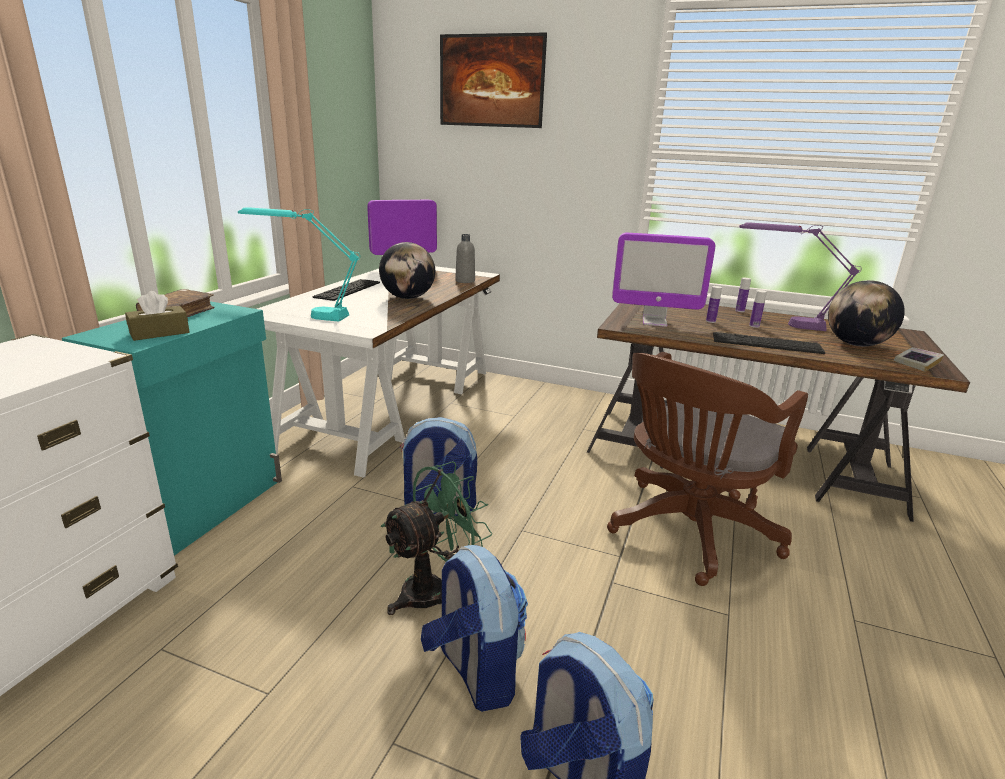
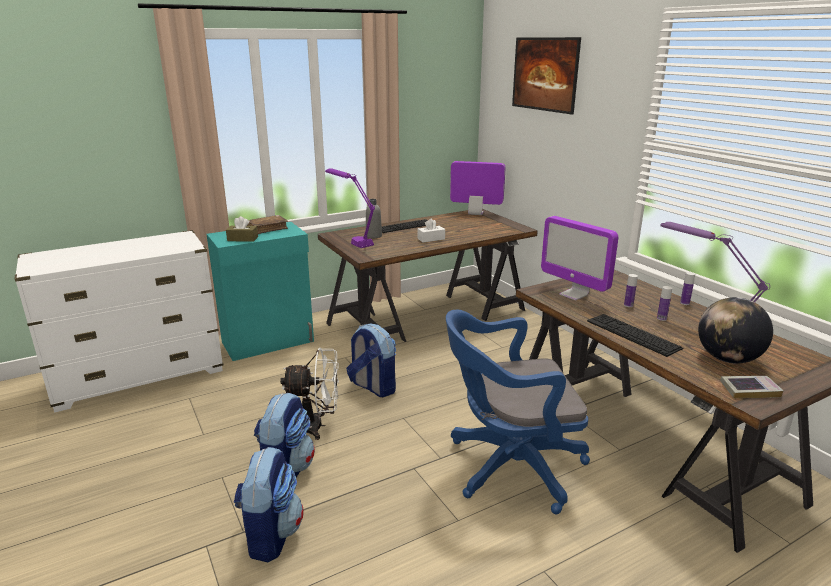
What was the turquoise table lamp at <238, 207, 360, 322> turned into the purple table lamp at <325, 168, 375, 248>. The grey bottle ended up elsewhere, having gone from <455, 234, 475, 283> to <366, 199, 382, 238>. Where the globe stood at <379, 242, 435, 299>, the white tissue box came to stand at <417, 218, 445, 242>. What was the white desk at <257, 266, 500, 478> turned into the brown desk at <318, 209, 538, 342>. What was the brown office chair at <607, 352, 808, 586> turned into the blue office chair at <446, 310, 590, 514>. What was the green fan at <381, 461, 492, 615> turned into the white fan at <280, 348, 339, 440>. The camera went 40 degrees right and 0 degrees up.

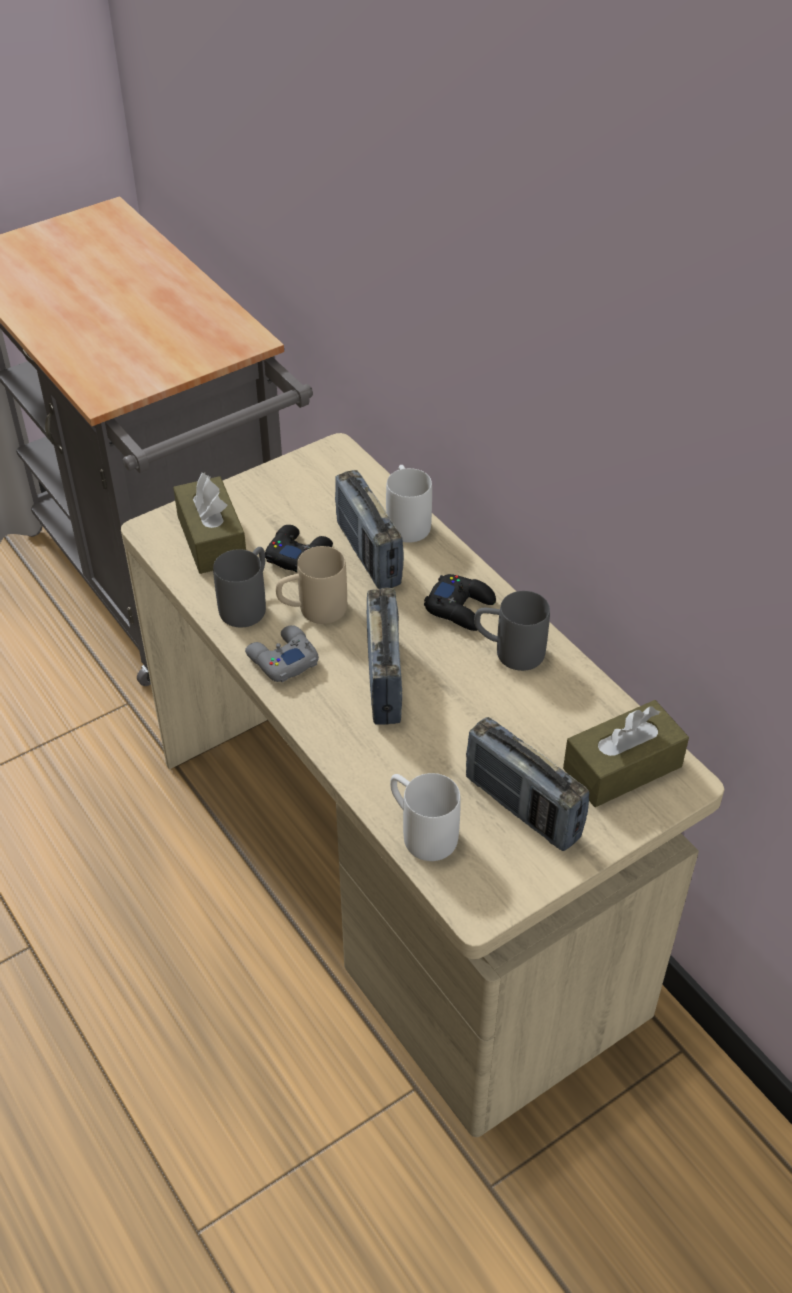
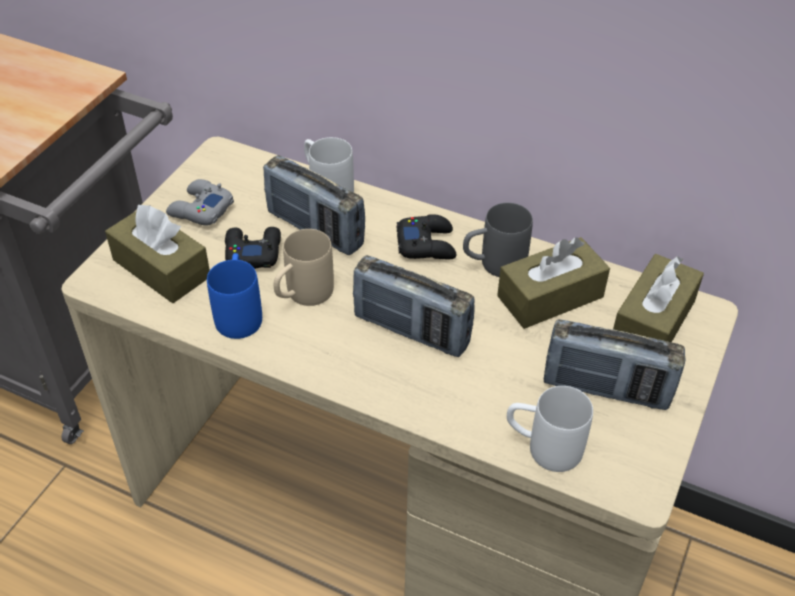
What was the grey mug at <213, 547, 266, 627> turned into the blue mug at <207, 253, 262, 339>. The radio at <367, 588, 402, 725> ended up facing another way, 150 degrees clockwise from before. The grey game controller ended up elsewhere, having gone from <245, 625, 319, 682> to <166, 179, 234, 226>. The second view gained the brown tissue box at <497, 237, 610, 329>. The camera went 30 degrees left and 0 degrees up.

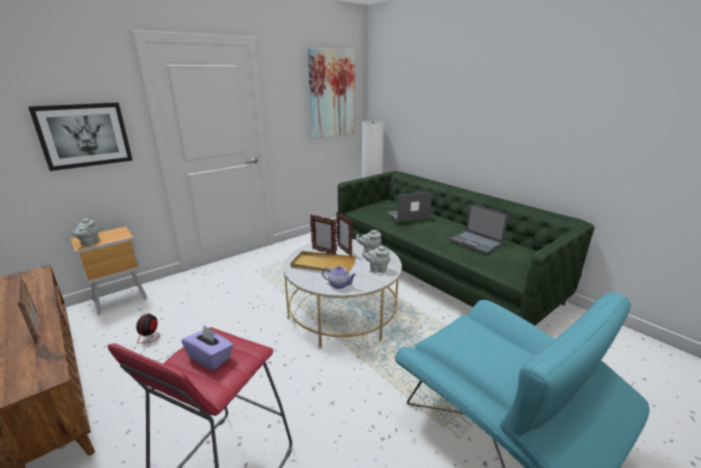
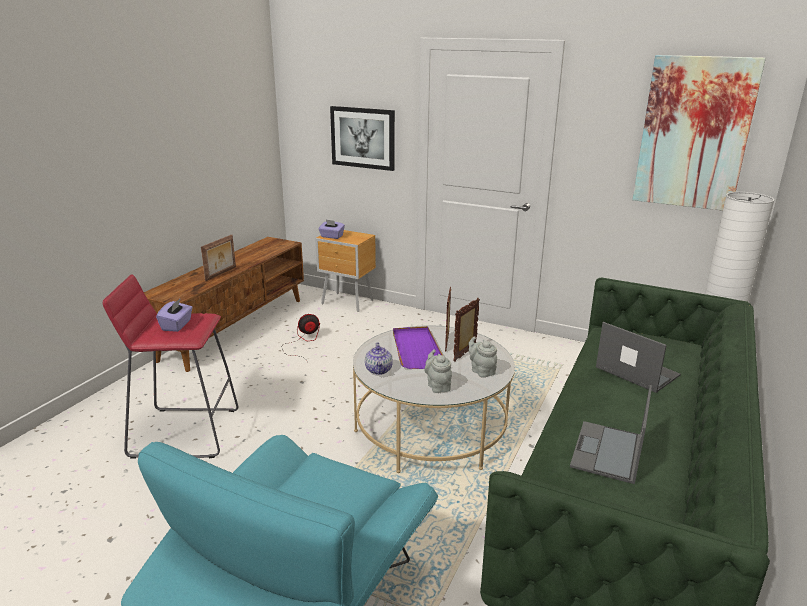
Where the grey teapot stood at <71, 217, 100, 246>, the purple tissue box came to stand at <318, 220, 345, 239>. What was the beige tray at <290, 251, 356, 272> turned into the purple tray at <393, 326, 443, 369>. The camera went 65 degrees right and 0 degrees up.

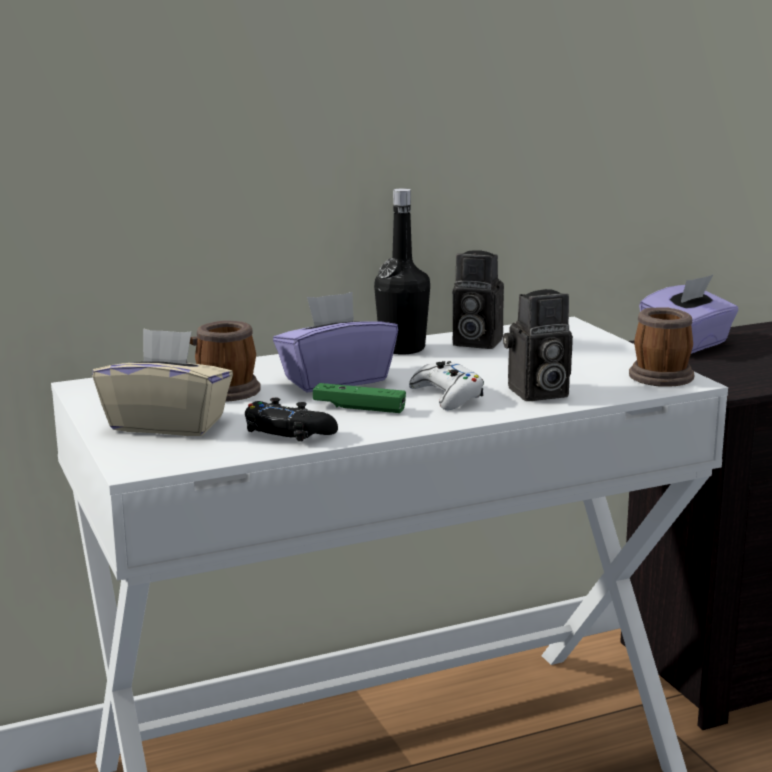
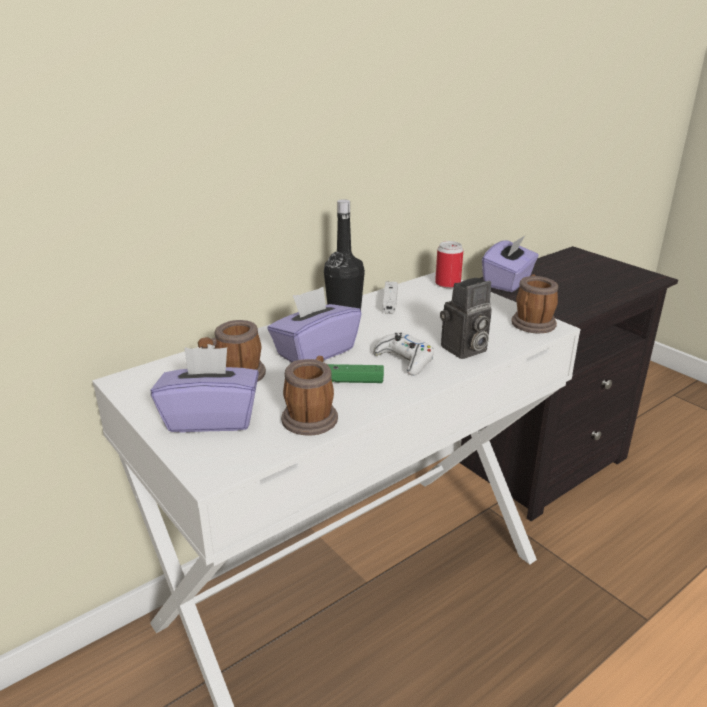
Where the photo camera stood at <453, 251, 504, 349>, the white game controller came to stand at <382, 282, 398, 314>. What was the beige tissue box at <92, 328, 233, 436> turned into the purple tissue box at <151, 347, 259, 433>. Where the black game controller stood at <245, 397, 338, 442>, the mug came to stand at <281, 356, 338, 436>. The second view gained the can at <435, 241, 463, 288>. The camera went 15 degrees left and 10 degrees up.

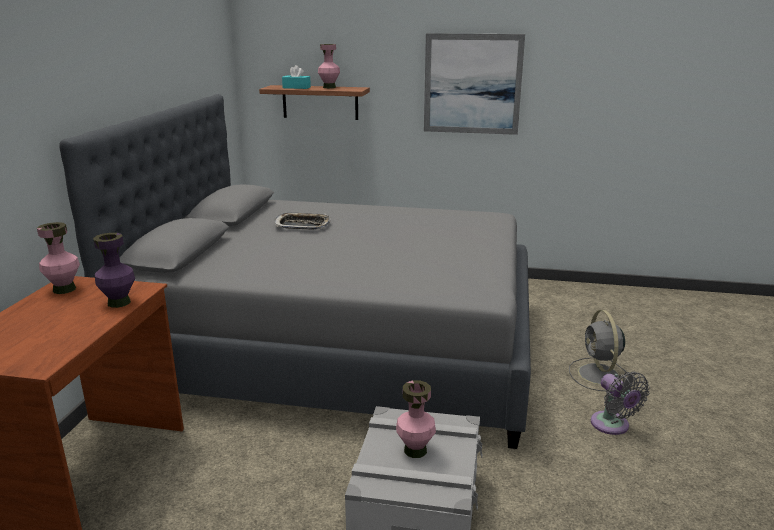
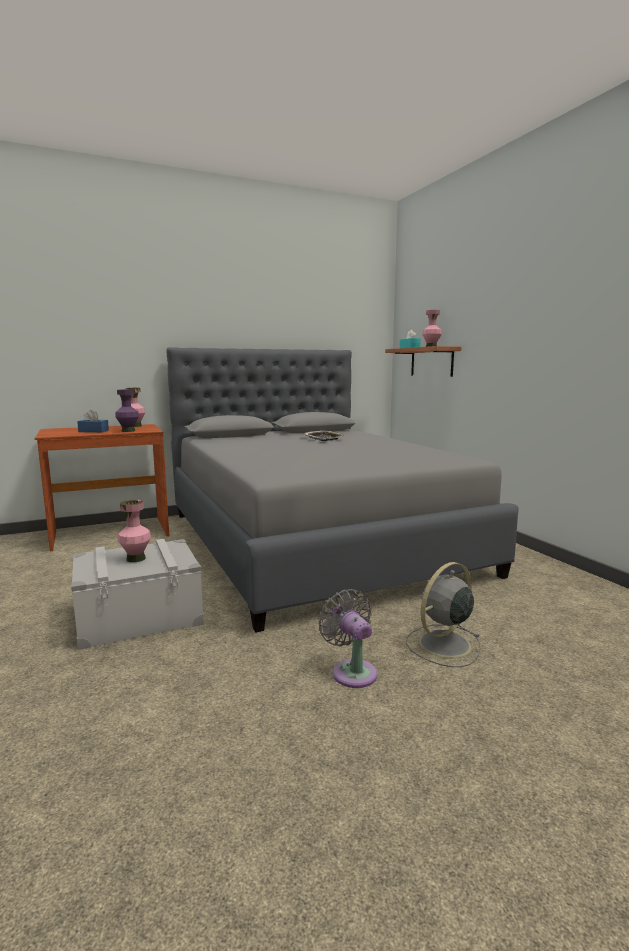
The second view lost the picture at <424, 33, 525, 135>. The grey fan at <591, 372, 650, 435> ended up facing another way, 120 degrees clockwise from before. The second view gained the blue tissue box at <77, 410, 109, 432>. The camera went 55 degrees right and 10 degrees down.

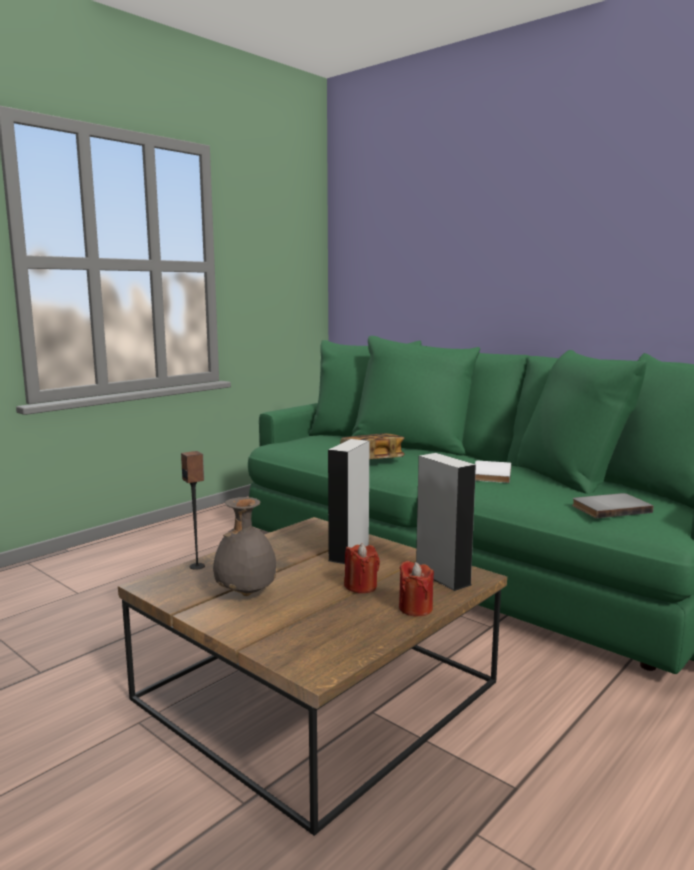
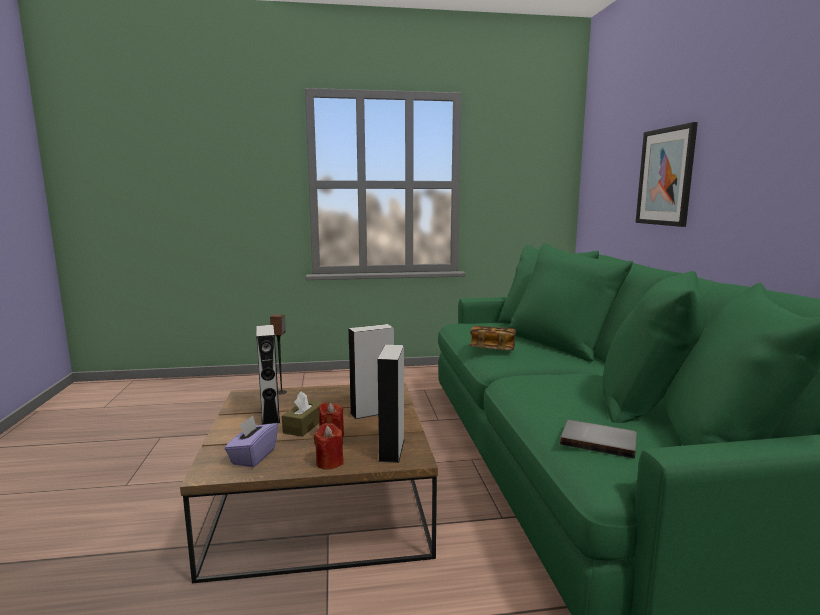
The second view lost the white book at <475, 461, 511, 483>. Where the grey vase stood at <213, 497, 277, 596>, the grey speaker came to stand at <256, 325, 280, 425>. The second view gained the picture at <636, 122, 698, 227>. The second view gained the brown tissue box at <282, 391, 323, 437>. The second view gained the purple tissue box at <225, 415, 278, 467>. The camera went 40 degrees right and 0 degrees up.

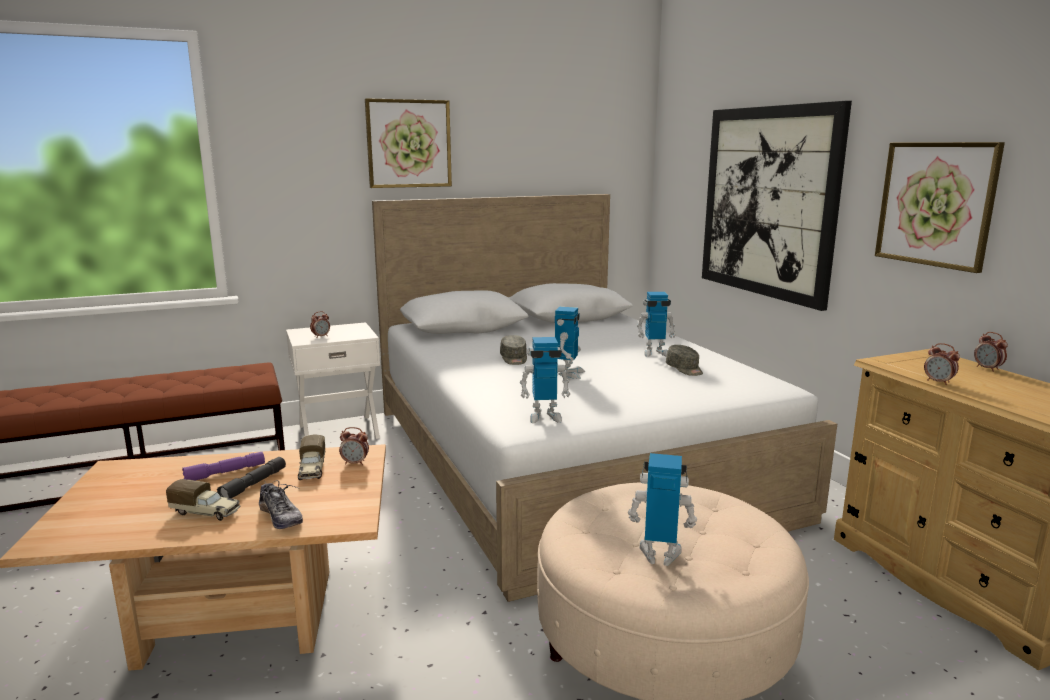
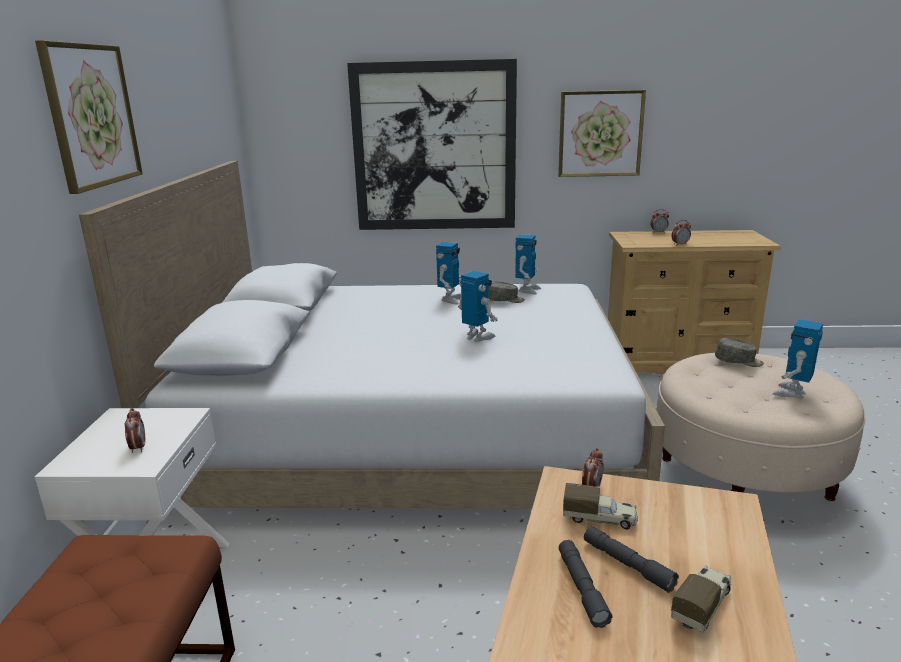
The grey cap ended up elsewhere, having gone from <500, 335, 527, 365> to <715, 338, 764, 367>. The toy robot ended up elsewhere, having gone from <520, 337, 570, 424> to <515, 234, 541, 295>. What was the purple flashlight at <182, 452, 265, 481> turned into the grey flashlight at <559, 540, 613, 628>. The second view lost the shoe at <259, 480, 303, 529>. The camera went 65 degrees left and 5 degrees up.

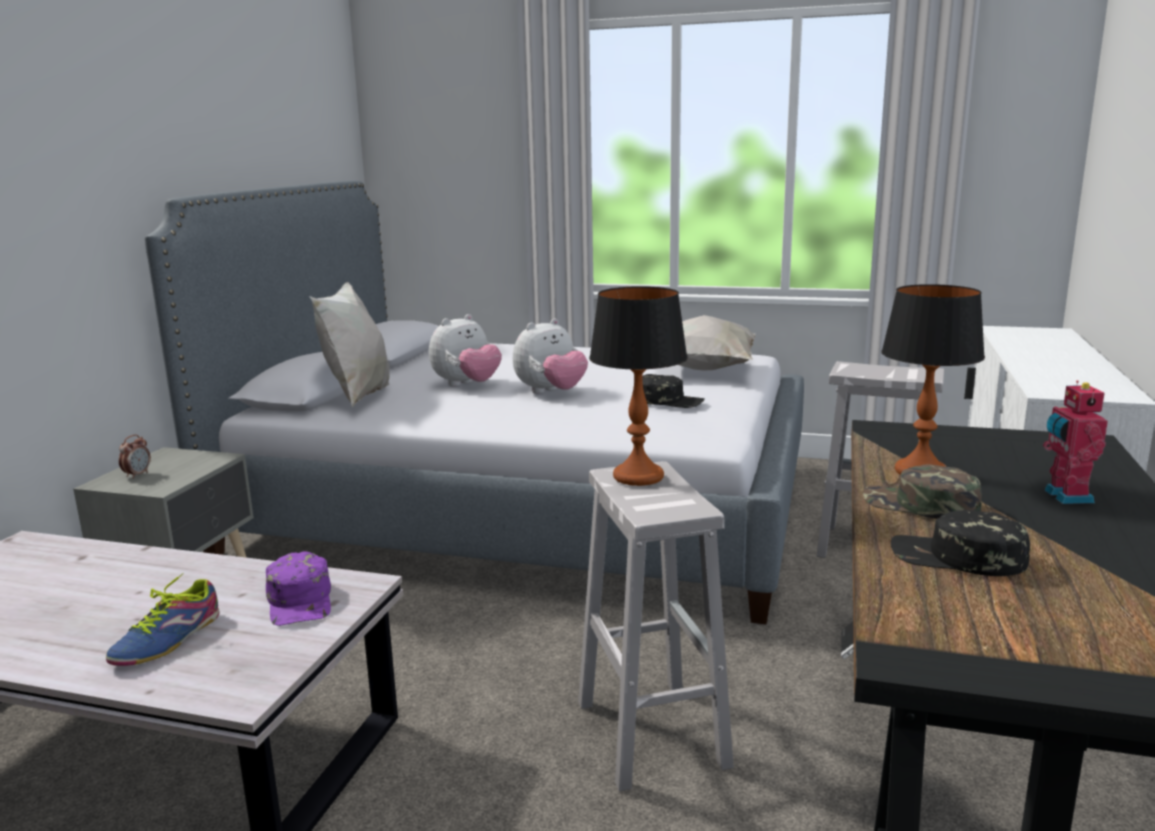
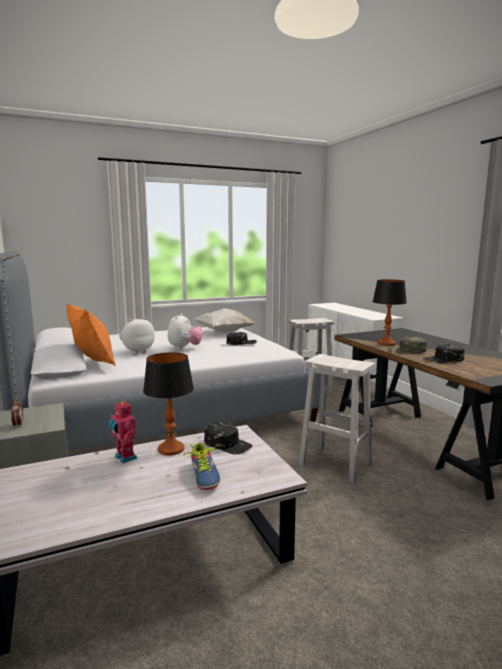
What was the white pillow at <309, 282, 390, 407> turned into the orange pillow at <67, 304, 116, 366>. The table lamp ended up elsewhere, having gone from <589, 286, 688, 486> to <143, 352, 194, 455>. The plush toy at <429, 314, 502, 386> ended up facing another way, 135 degrees counterclockwise from before. The toy robot ended up elsewhere, having gone from <1043, 380, 1108, 504> to <109, 400, 137, 463>. What was the purple cap at <266, 552, 331, 626> turned into the black cap at <204, 422, 253, 455>. The camera went 40 degrees left and 5 degrees down.

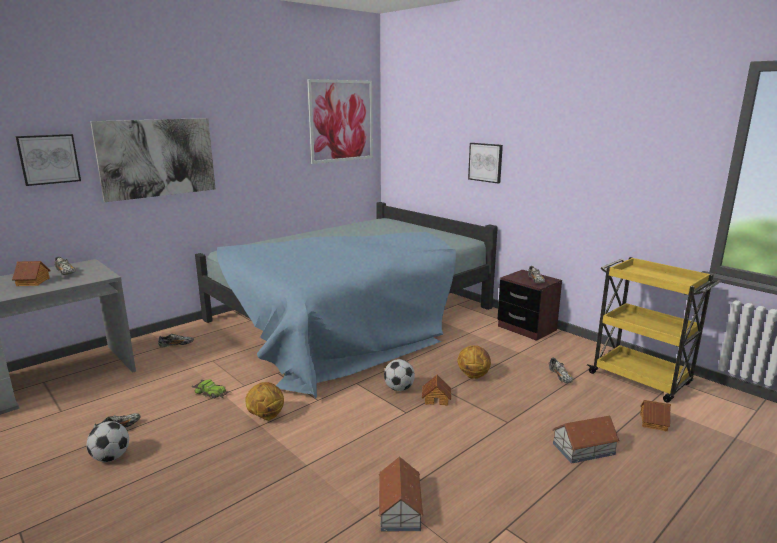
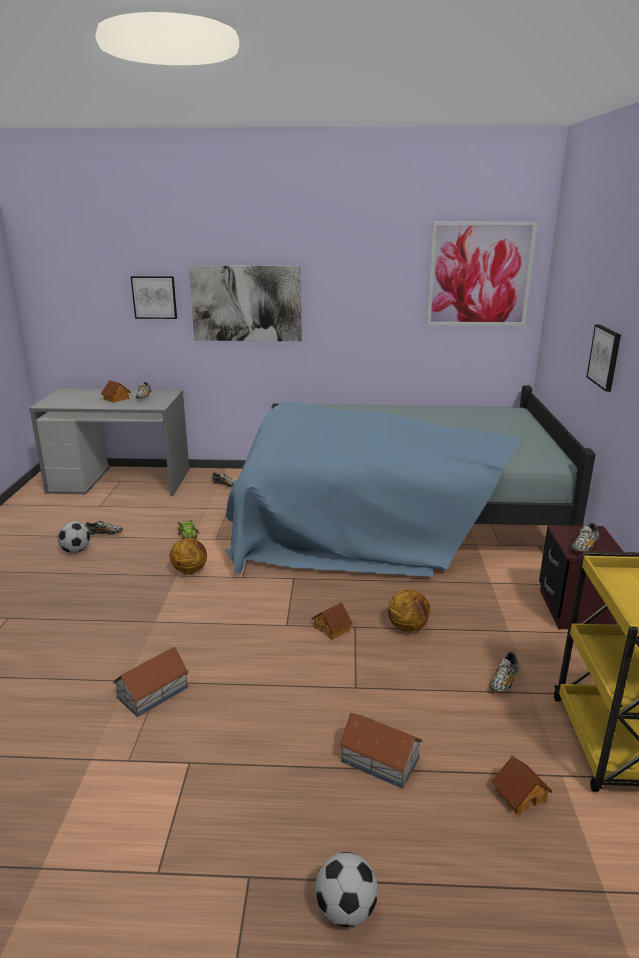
The football ended up elsewhere, having gone from <384, 359, 415, 391> to <315, 852, 378, 927>. The camera went 45 degrees right and 5 degrees up.

